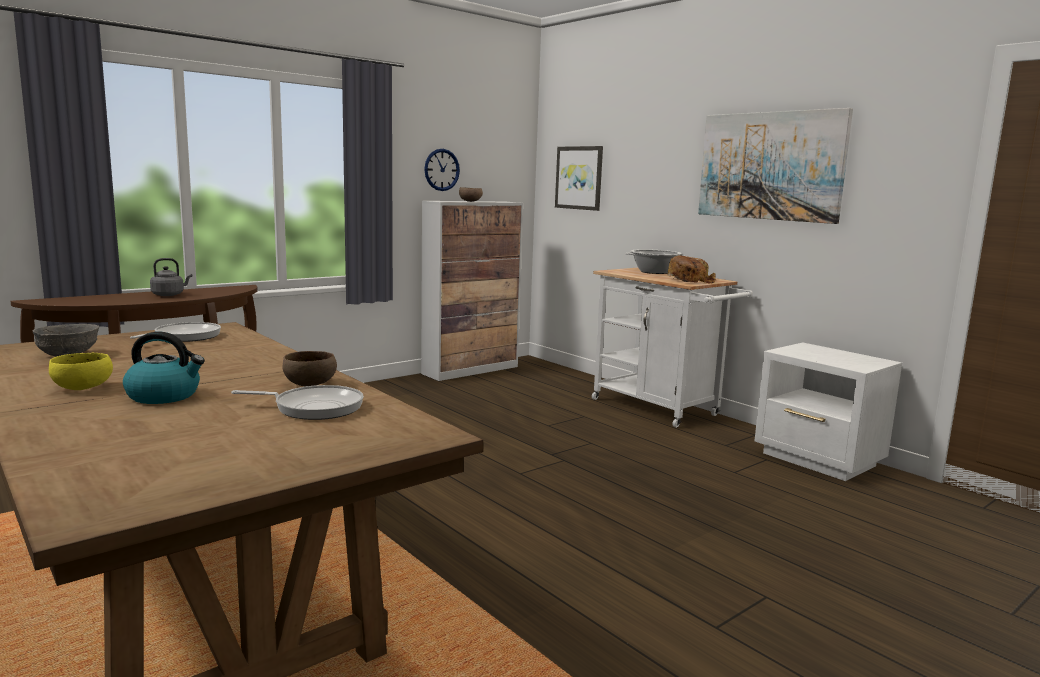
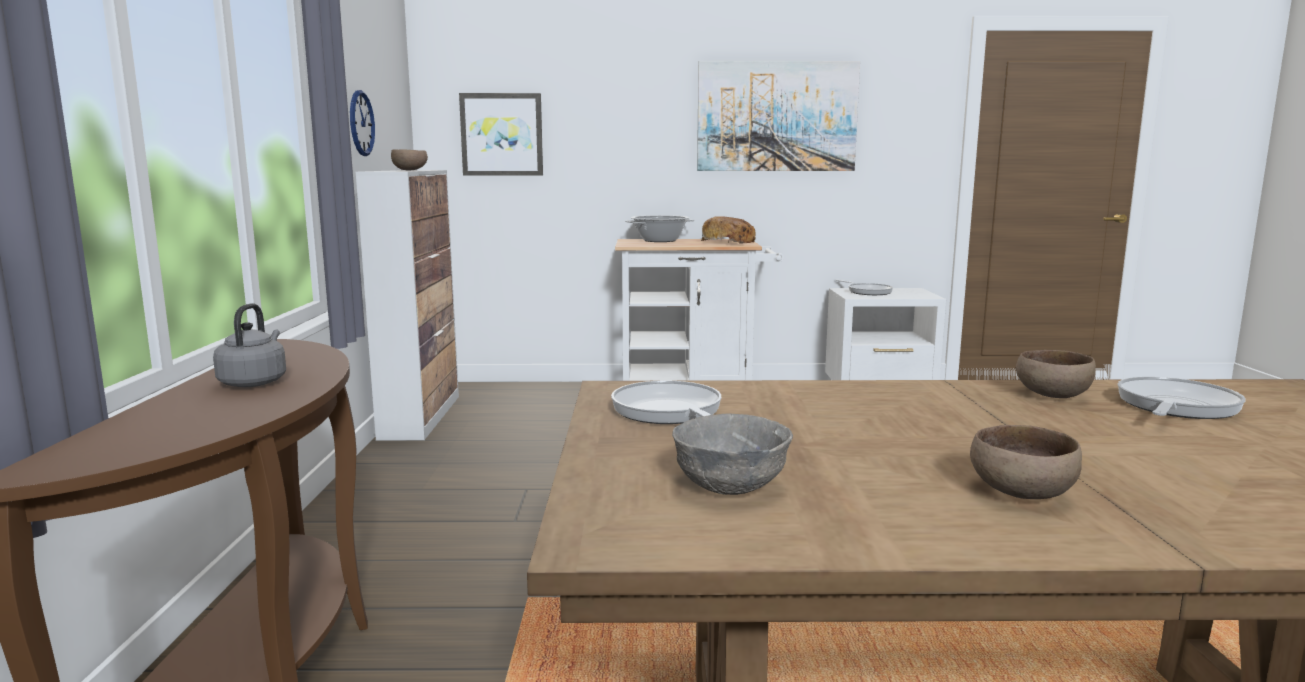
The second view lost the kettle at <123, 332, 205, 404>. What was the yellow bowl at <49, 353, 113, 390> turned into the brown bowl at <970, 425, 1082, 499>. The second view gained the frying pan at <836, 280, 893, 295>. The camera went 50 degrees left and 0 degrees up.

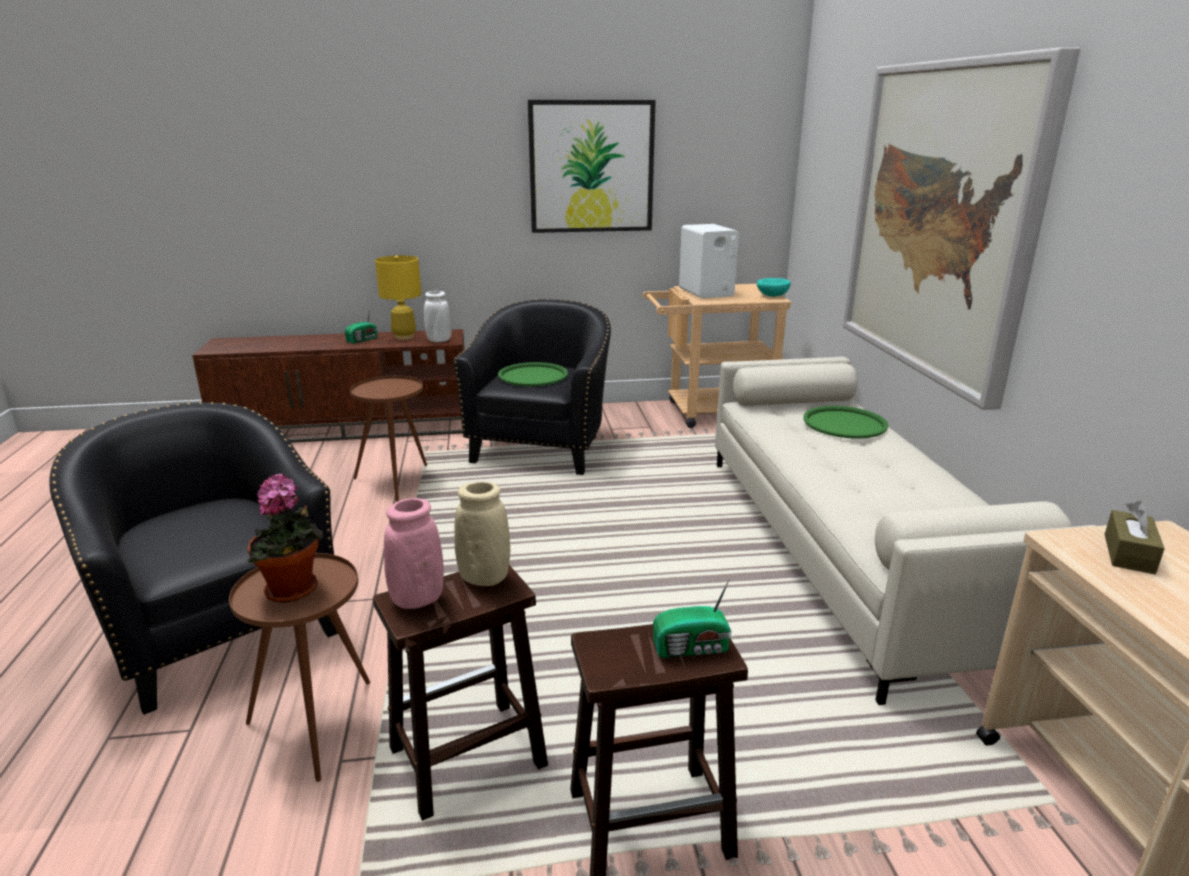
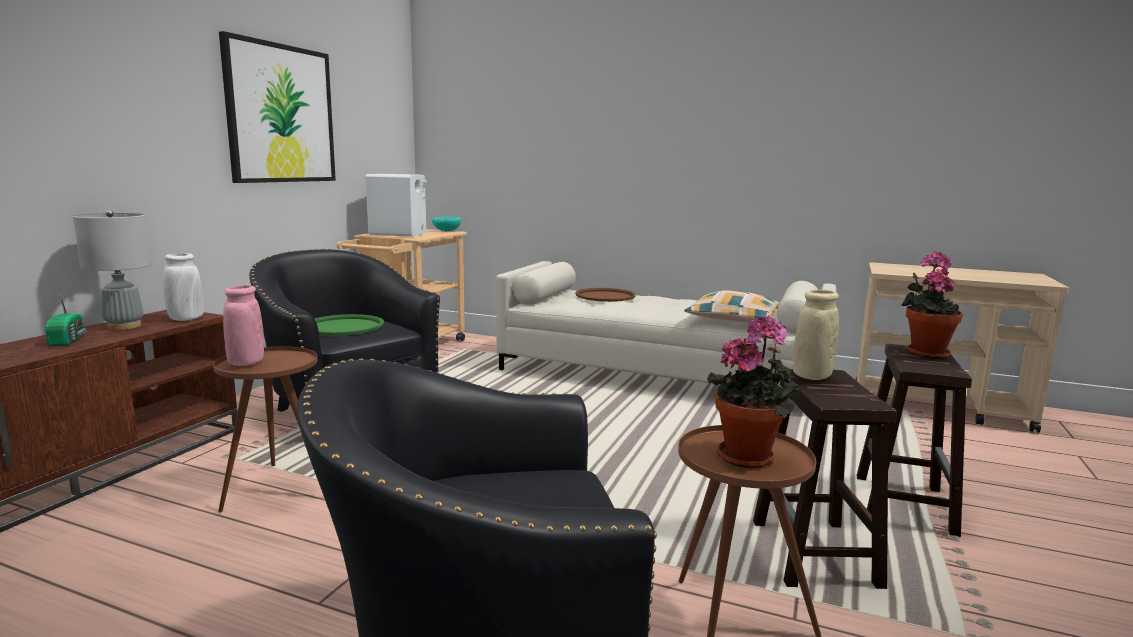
The second view lost the picture at <843, 47, 1080, 410>. What was the yellow table lamp at <375, 255, 421, 340> turned into the grey table lamp at <73, 210, 151, 330>. What was the green tray at <803, 406, 889, 439> turned into the brown tray at <575, 288, 636, 302>. The pink vase ended up elsewhere, having gone from <384, 498, 444, 609> to <223, 285, 264, 366>. The second view lost the brown tissue box at <1105, 501, 1165, 574>. Where the radio stood at <653, 576, 731, 658>, the potted plant came to stand at <902, 252, 963, 359>. The second view gained the pillow at <684, 290, 780, 323>. The camera went 60 degrees left and 10 degrees down.

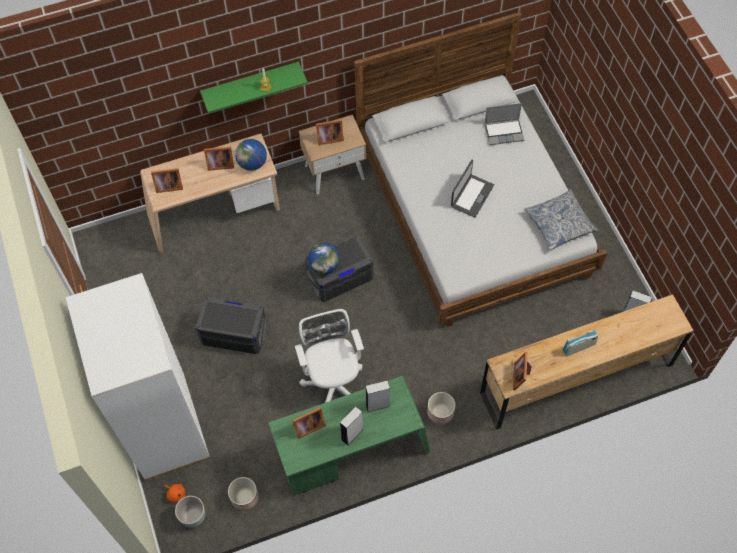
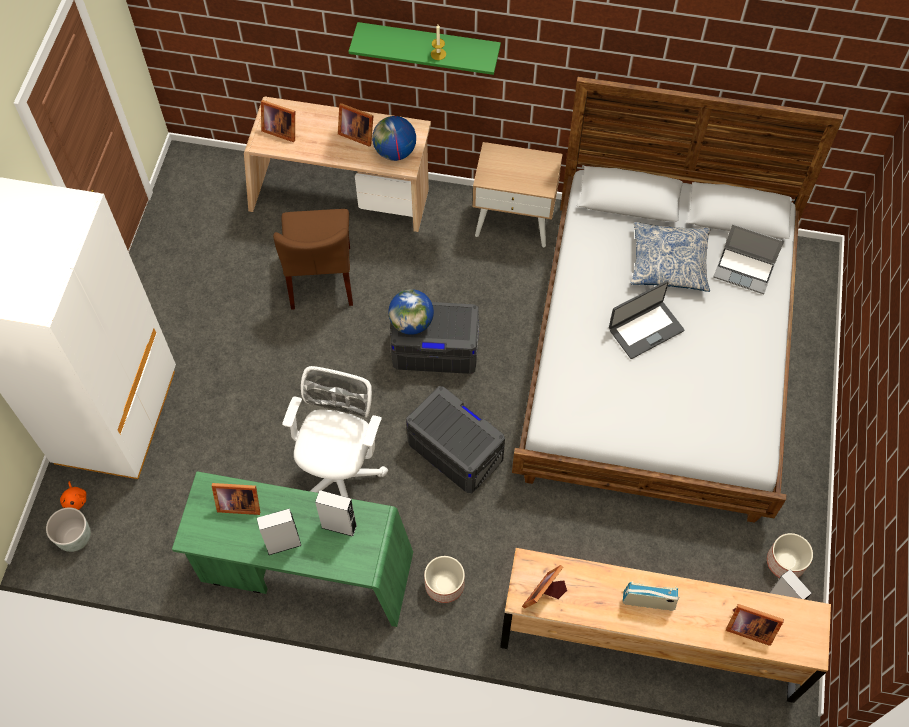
The picture frame ended up elsewhere, having gone from <316, 120, 344, 145> to <726, 604, 784, 646>. The pillow ended up elsewhere, having gone from <524, 189, 599, 250> to <630, 222, 711, 292>. The grey storage box ended up elsewhere, having gone from <196, 296, 267, 354> to <406, 386, 505, 494>. The planter ended up elsewhere, having gone from <228, 477, 259, 511> to <767, 533, 813, 578>. The second view gained the brown chair at <273, 209, 353, 310>. The camera went 30 degrees right and 0 degrees up.

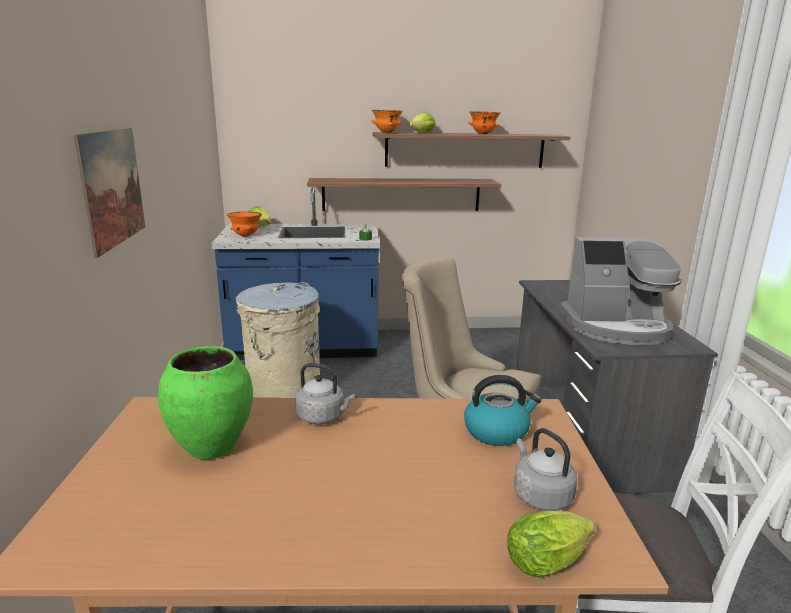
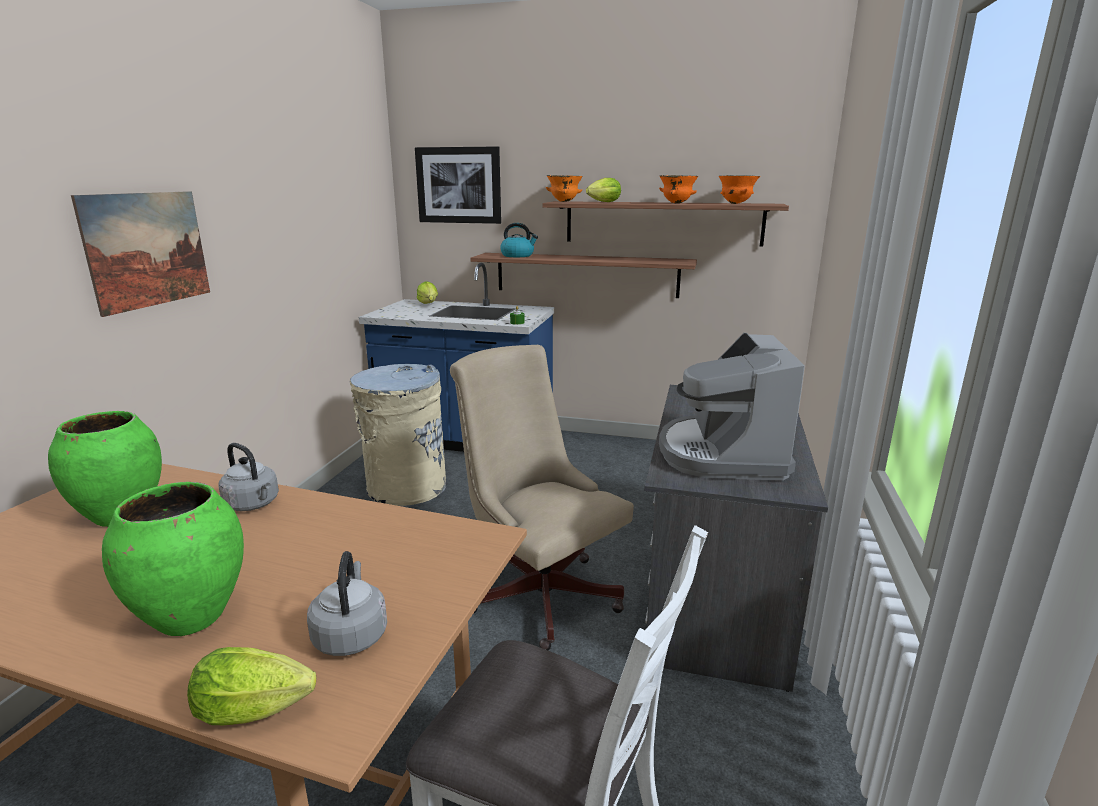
The orange bowl ended up elsewhere, having gone from <227, 211, 262, 237> to <719, 175, 760, 204>. The coffee machine at <560, 237, 682, 345> ended up facing another way, 75 degrees clockwise from before. The kettle ended up elsewhere, having gone from <464, 375, 541, 446> to <500, 223, 538, 257>. The second view gained the picture at <415, 146, 501, 224>. The second view gained the green vase at <102, 482, 244, 636>. The camera went 20 degrees right and 0 degrees up.

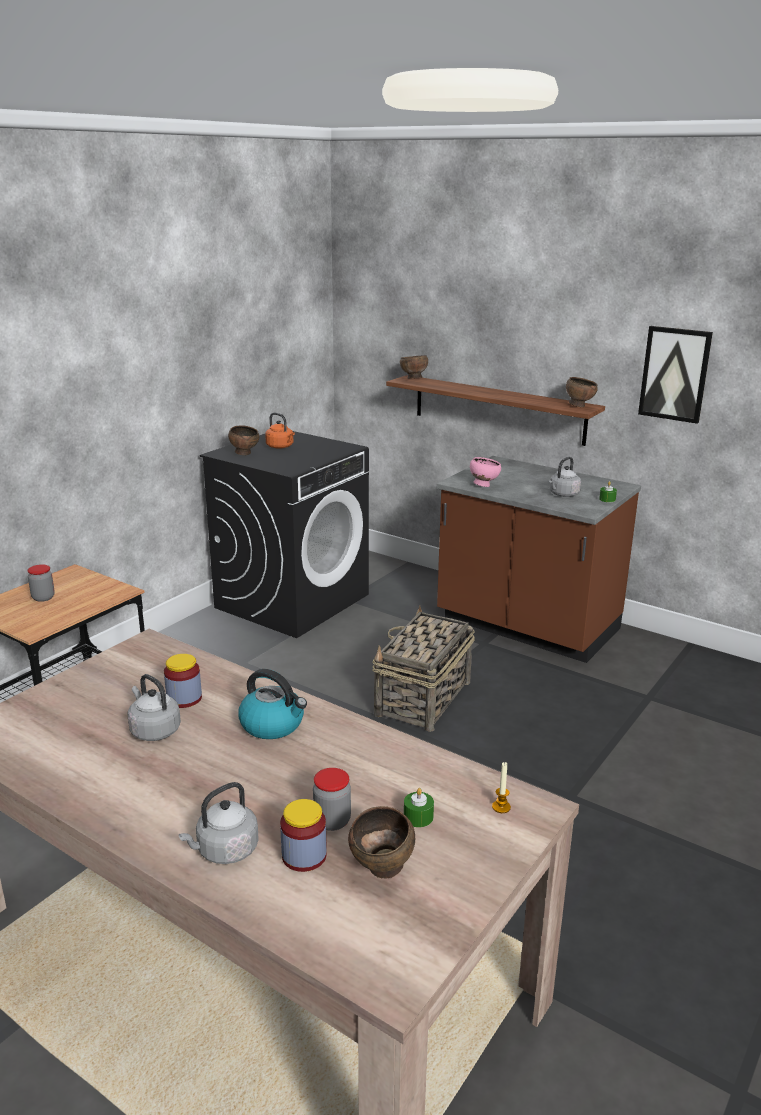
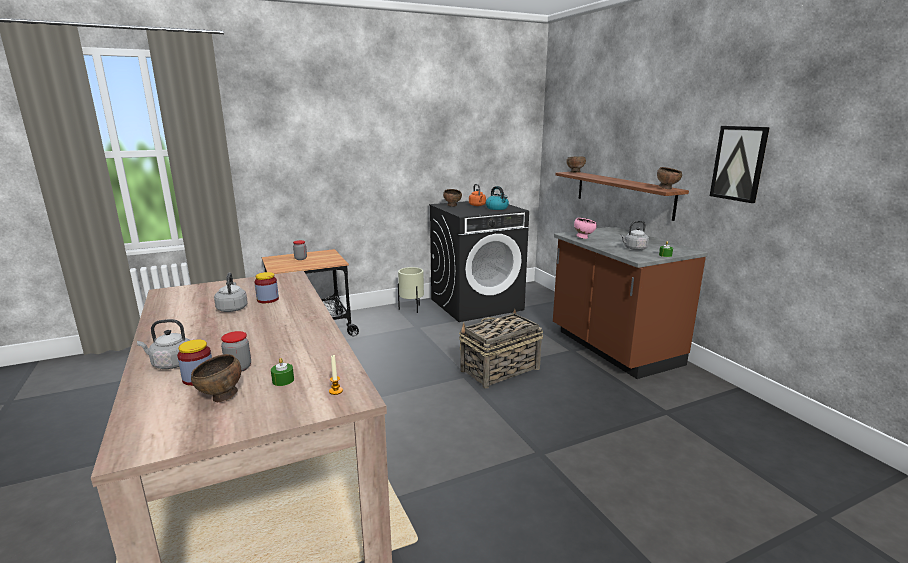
The kettle ended up elsewhere, having gone from <238, 669, 307, 739> to <486, 186, 509, 210>. The second view gained the beige planter at <398, 267, 424, 313>. The camera went 30 degrees right and 5 degrees down.

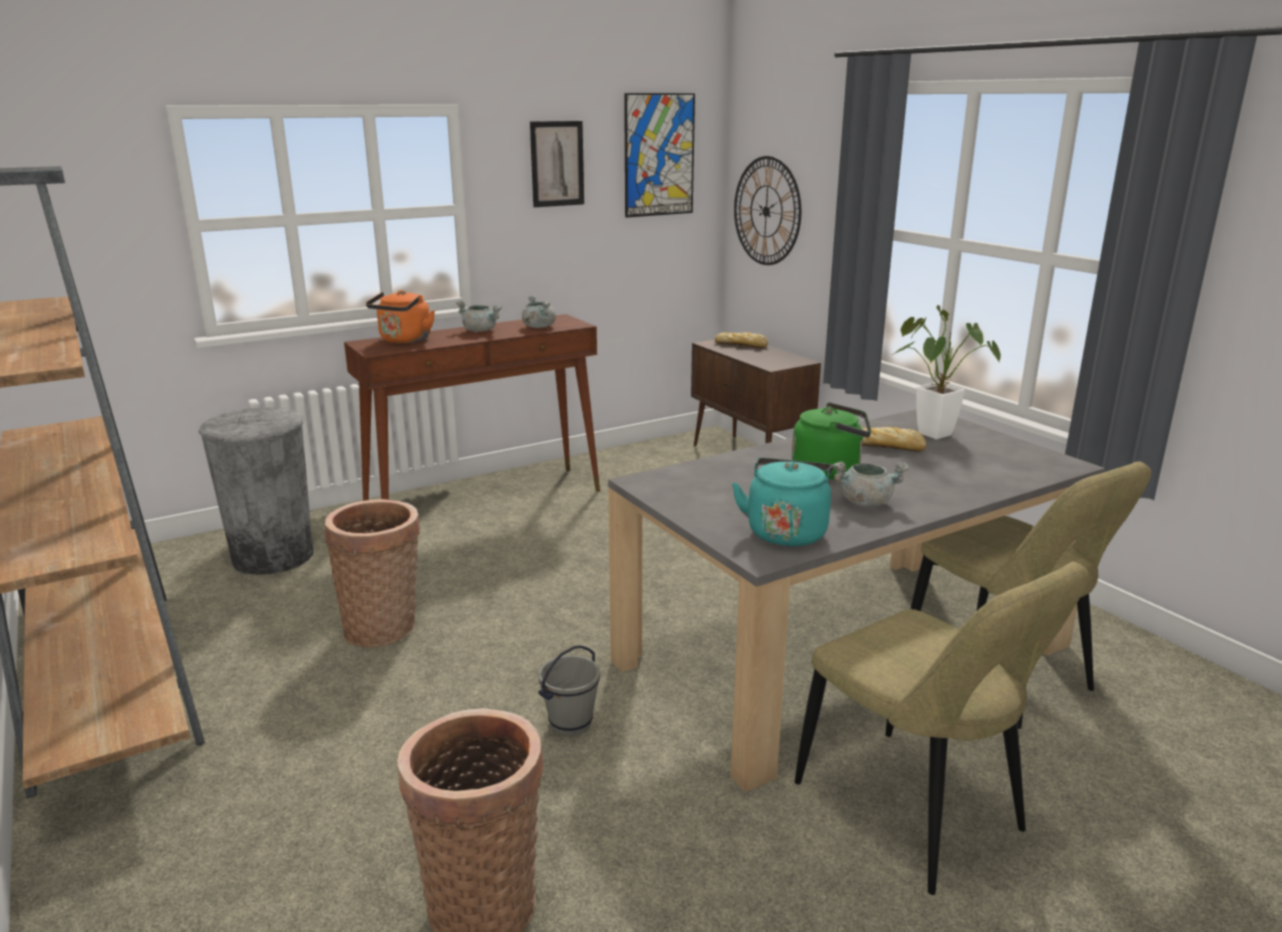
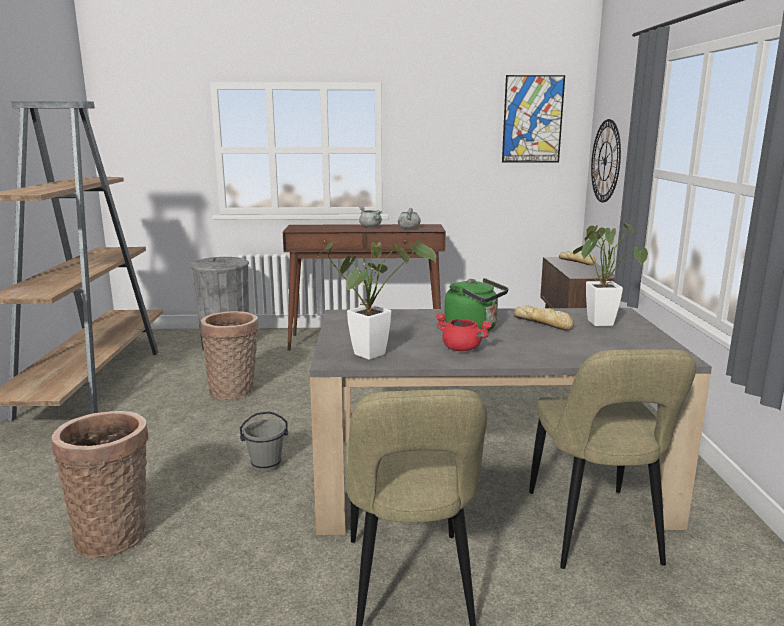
The second view lost the picture at <530, 121, 584, 207>. The second view lost the orange kettle at <366, 290, 435, 343>. Where the turquoise kettle stood at <732, 458, 833, 547>, the potted plant came to stand at <316, 240, 436, 360>. What was the grey cooking pot at <833, 462, 909, 507> turned into the red cooking pot at <435, 313, 493, 351>. The camera went 30 degrees right and 5 degrees down.

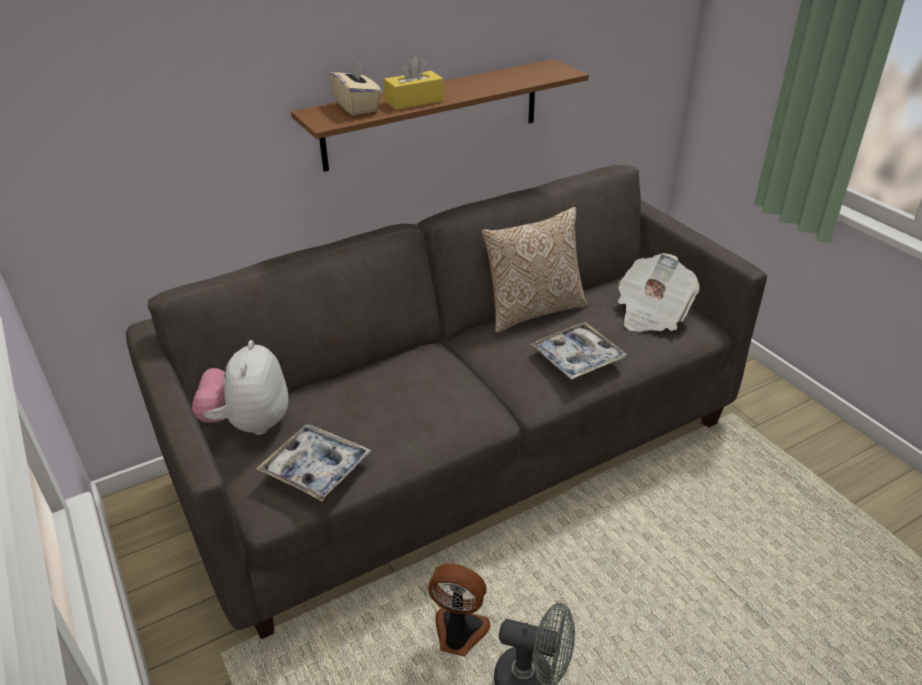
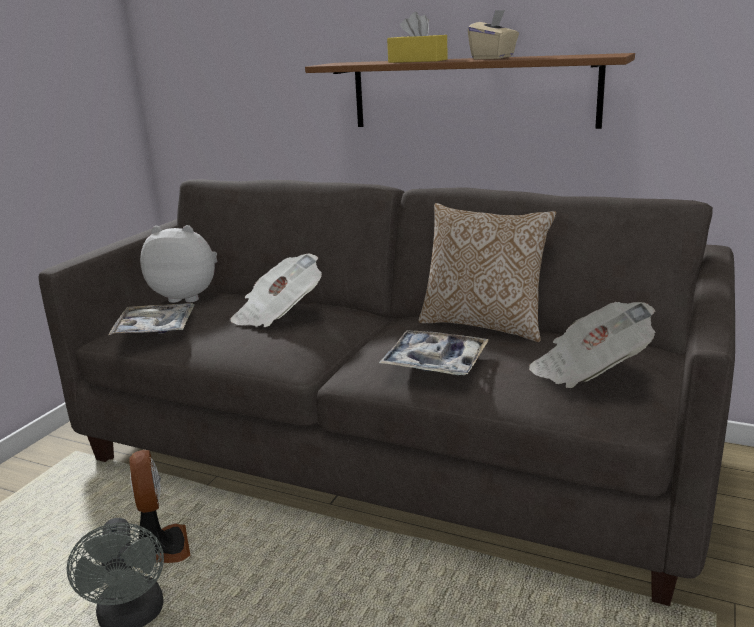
The beige tissue box ended up elsewhere, having gone from <329, 60, 382, 116> to <468, 10, 519, 59>. The plush toy at <192, 340, 288, 435> ended up facing another way, 45 degrees clockwise from before. The second view gained the newspaper at <231, 254, 322, 327>. The camera went 55 degrees right and 15 degrees down.

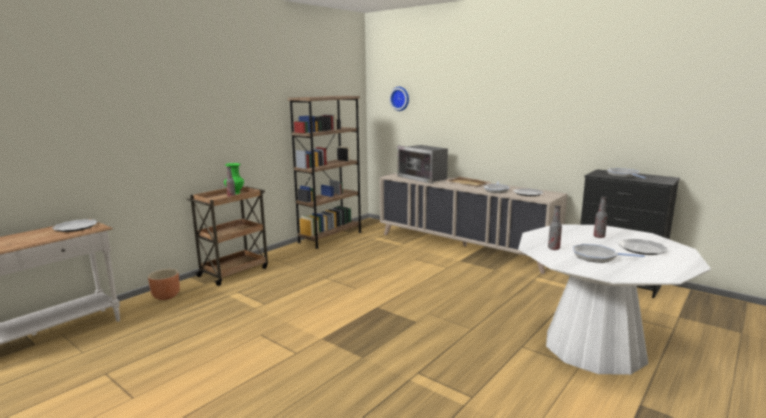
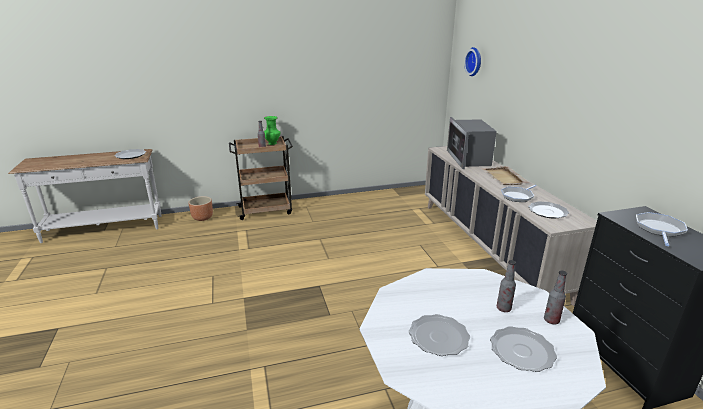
The second view lost the brown bookcase at <288, 96, 362, 249>. The bottle ended up elsewhere, having gone from <548, 206, 562, 250> to <544, 271, 567, 324>. Where the frying pan stood at <573, 244, 645, 263>, the plate came to stand at <409, 314, 470, 356>. The camera went 35 degrees right and 10 degrees up.

